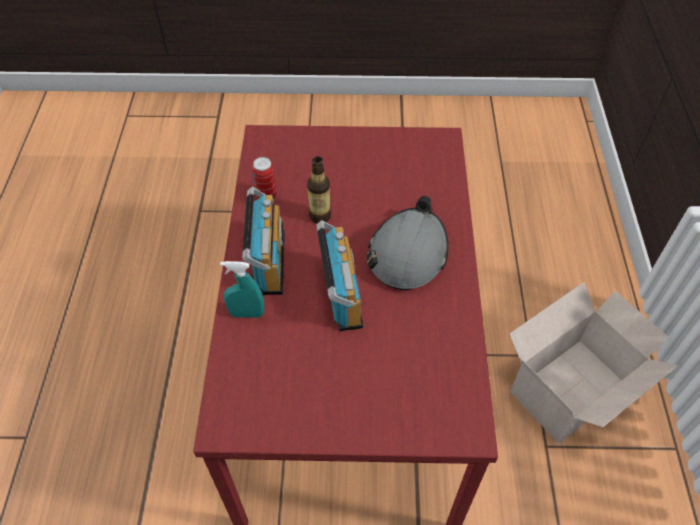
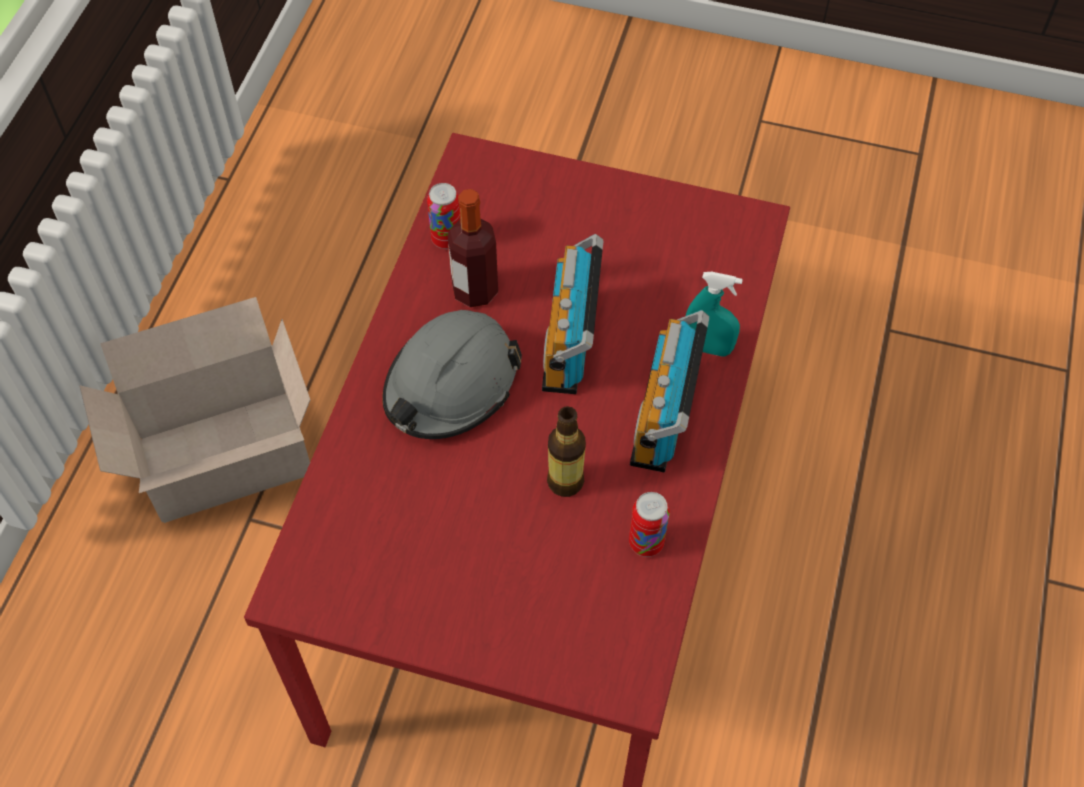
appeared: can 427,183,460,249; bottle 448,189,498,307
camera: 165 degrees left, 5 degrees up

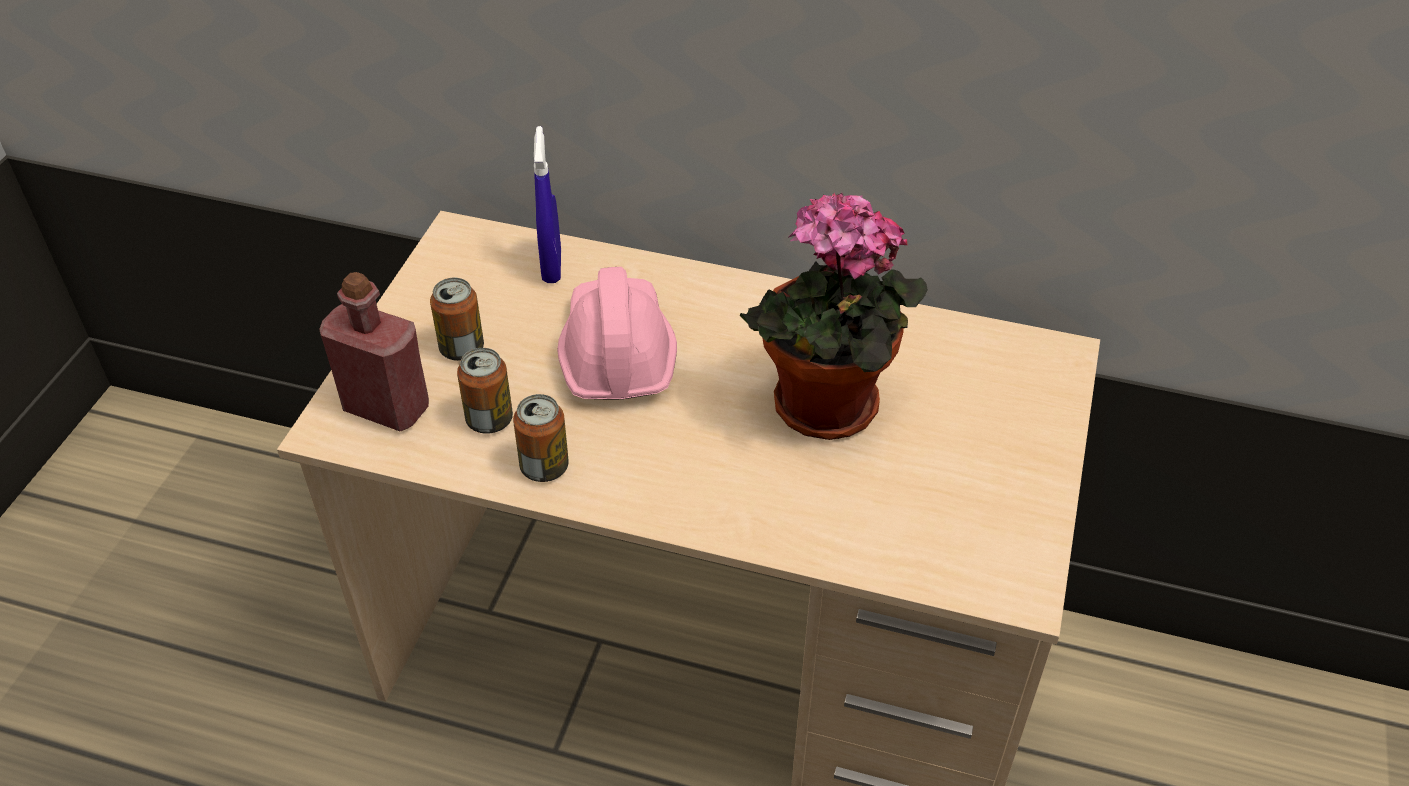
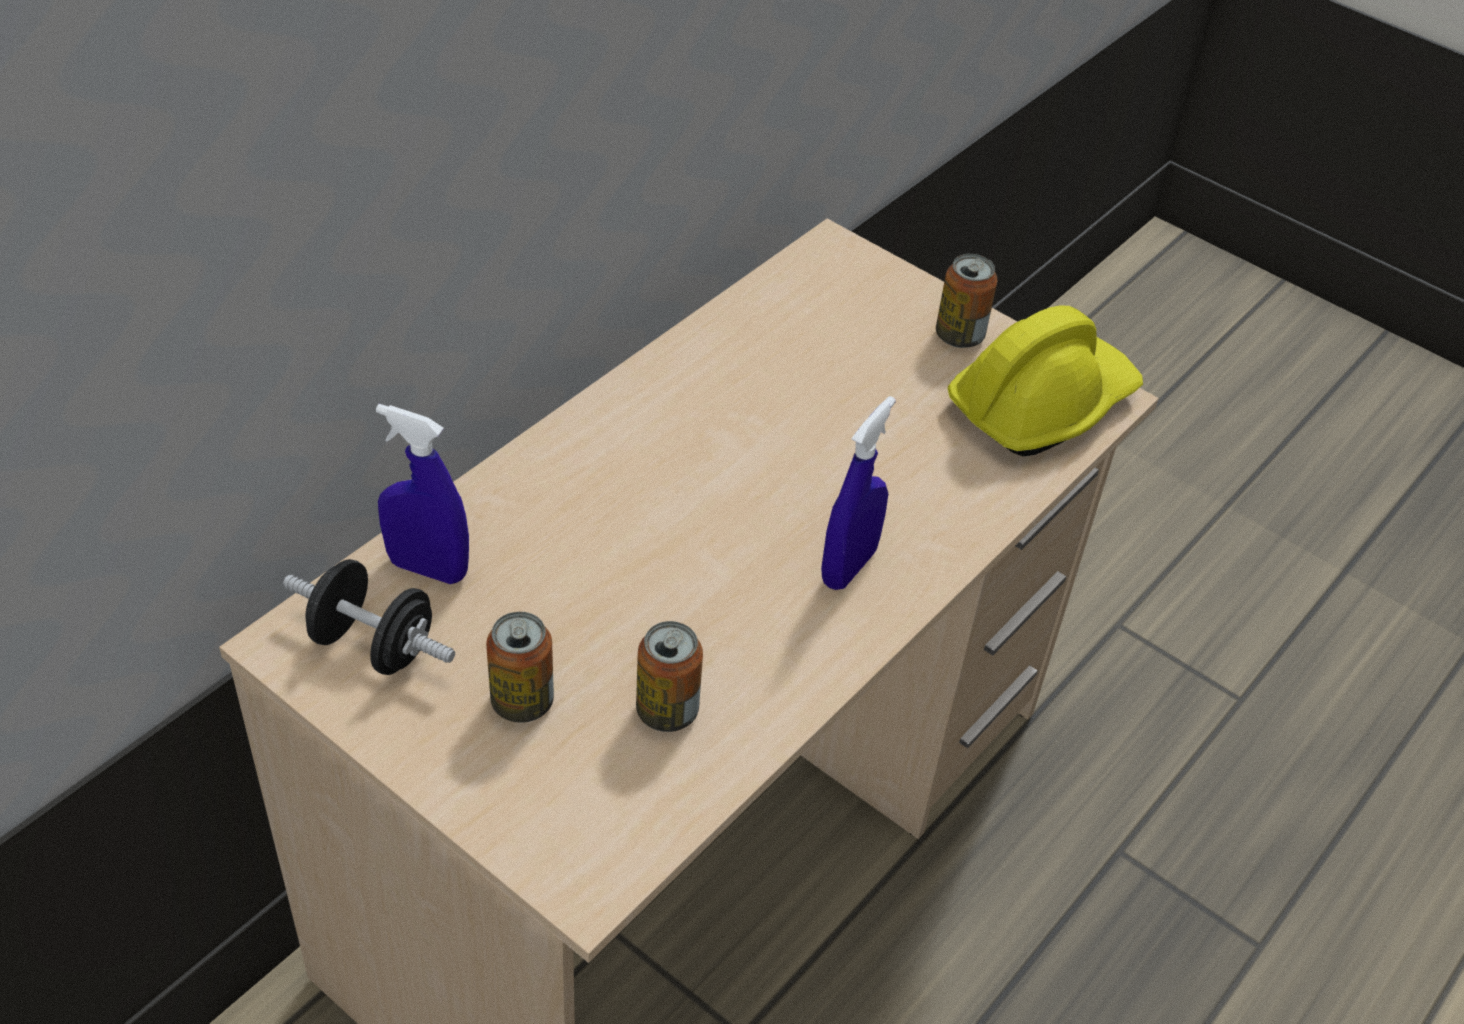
missing: red-coloured bottle 319,272,429,431; pink-coloured work helmet 557,267,677,400; houseplant 740,193,928,440
appeared: black free weight 283,559,455,675; blue-coloured spray bottle 821,396,896,590; yellow work helmet 948,305,1143,457
relocated: can 513,394,569,482 to 936,254,997,348
camera: 70 degrees left, 0 degrees up

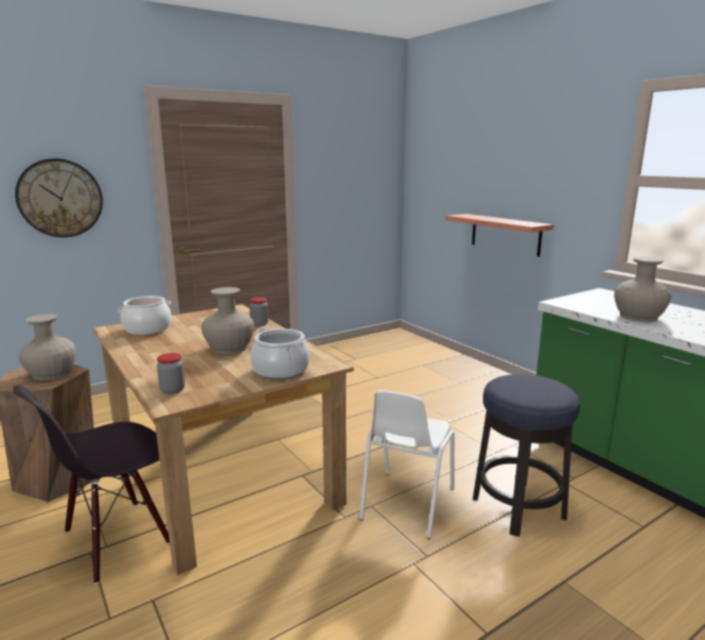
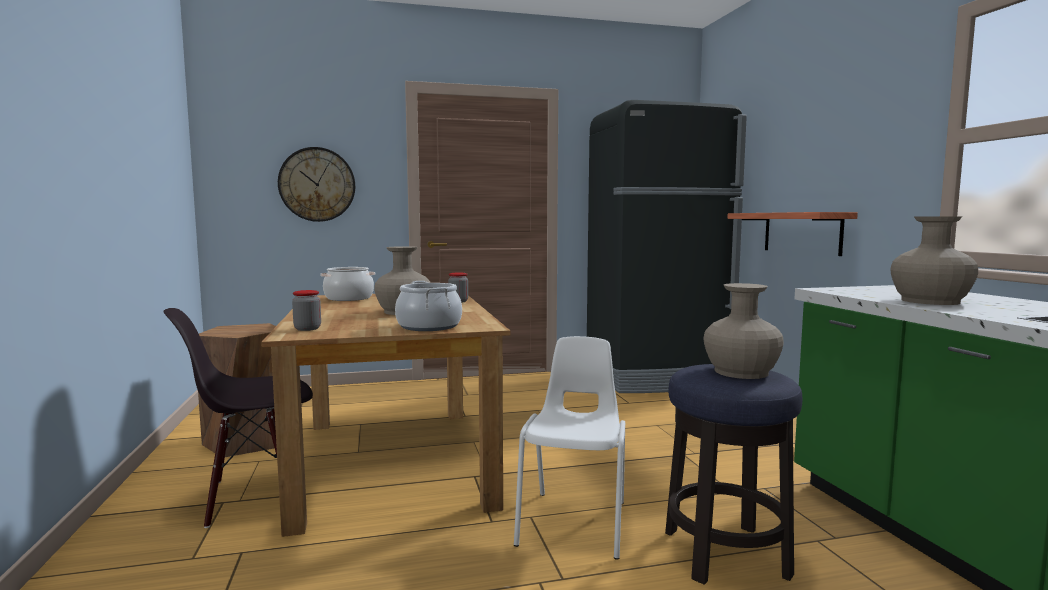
appeared: black kitchen fridge 587,100,747,393
relocated: beige vase 19,314,76,380 to 703,283,784,379
spun: whitish chair 359,390,454,539 = 514,336,625,560 150 degrees clockwise
camera: 20 degrees right, 10 degrees down

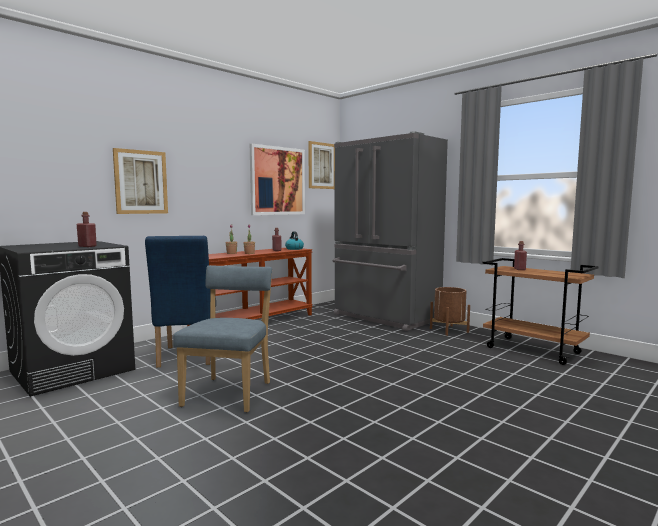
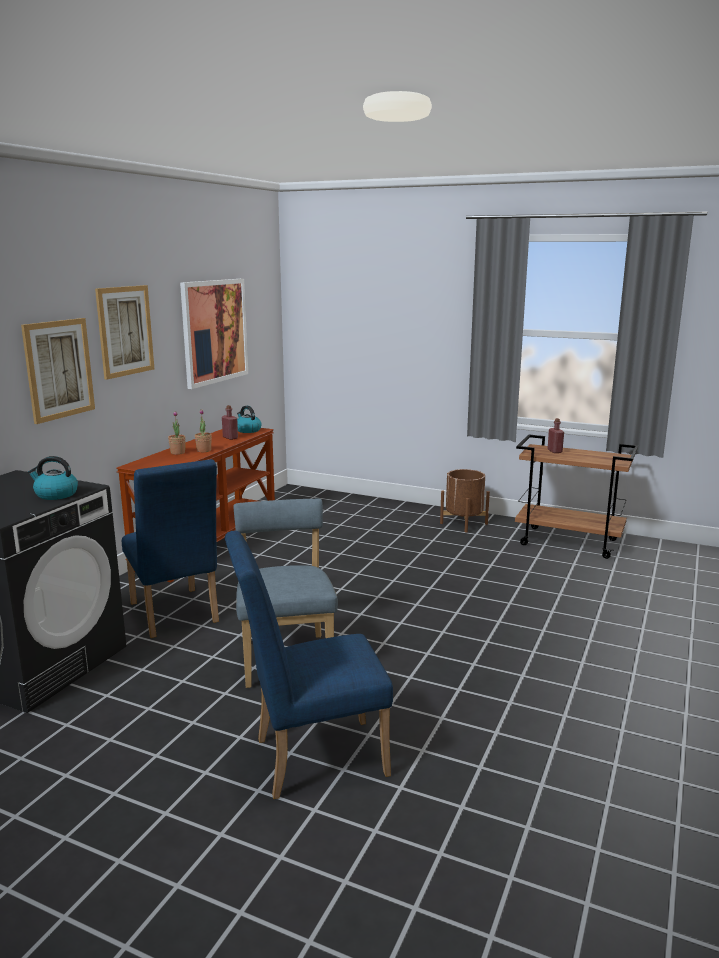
missing: gray kitchen fridge 333,131,448,331
appeared: blue-coloured chair 225,531,393,799
relocated: wall art 308,141,335,189 to 95,285,154,380
exchanged: red-coloured bottle 77,212,97,247 to water kettle 28,456,78,500
camera: 20 degrees left, 10 degrees up

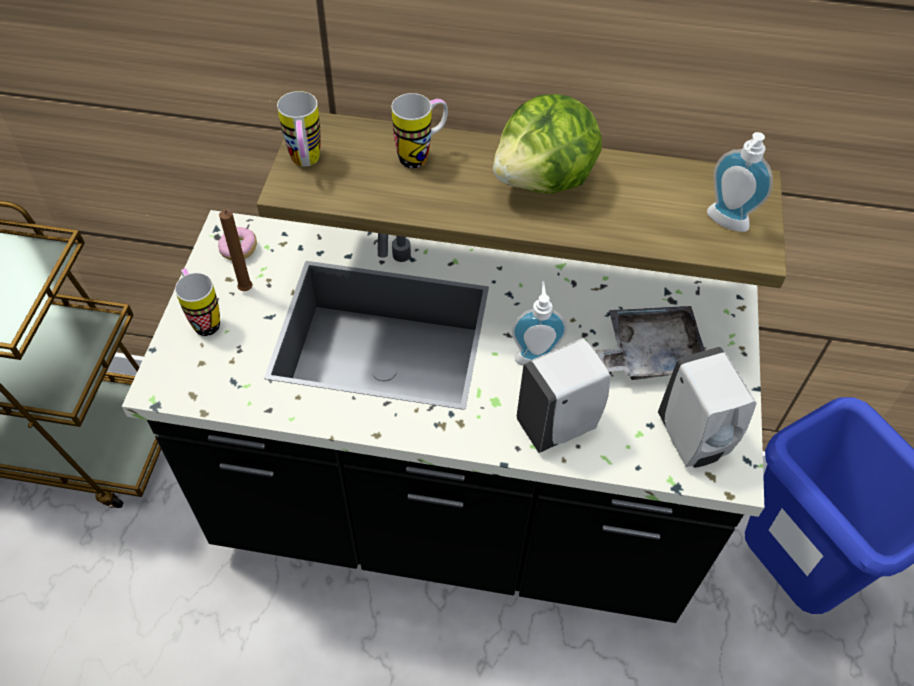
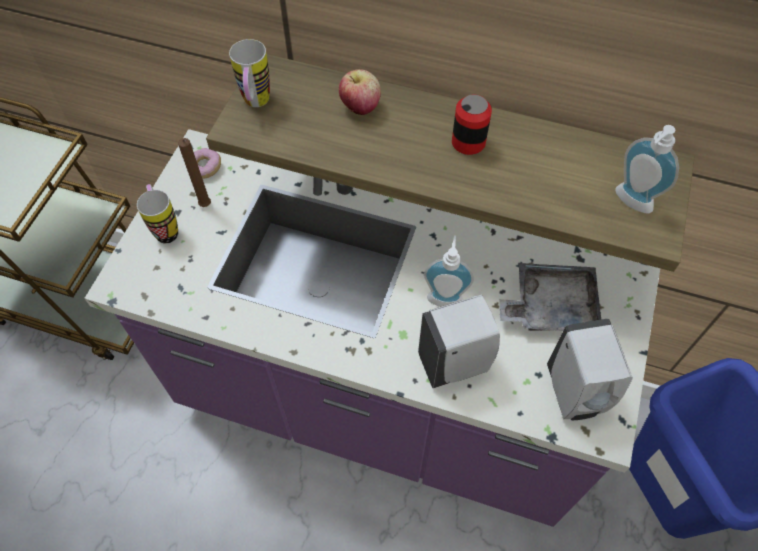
exchanged: tea mug 391,93,448,168 to apple fruit 339,69,381,115; lettuce 493,94,602,194 to can 452,94,492,155
colour: black kitchen base unit 122,210,764,623 to purple-coloured kitchen base unit 84,129,660,527
camera: 10 degrees right, 5 degrees up

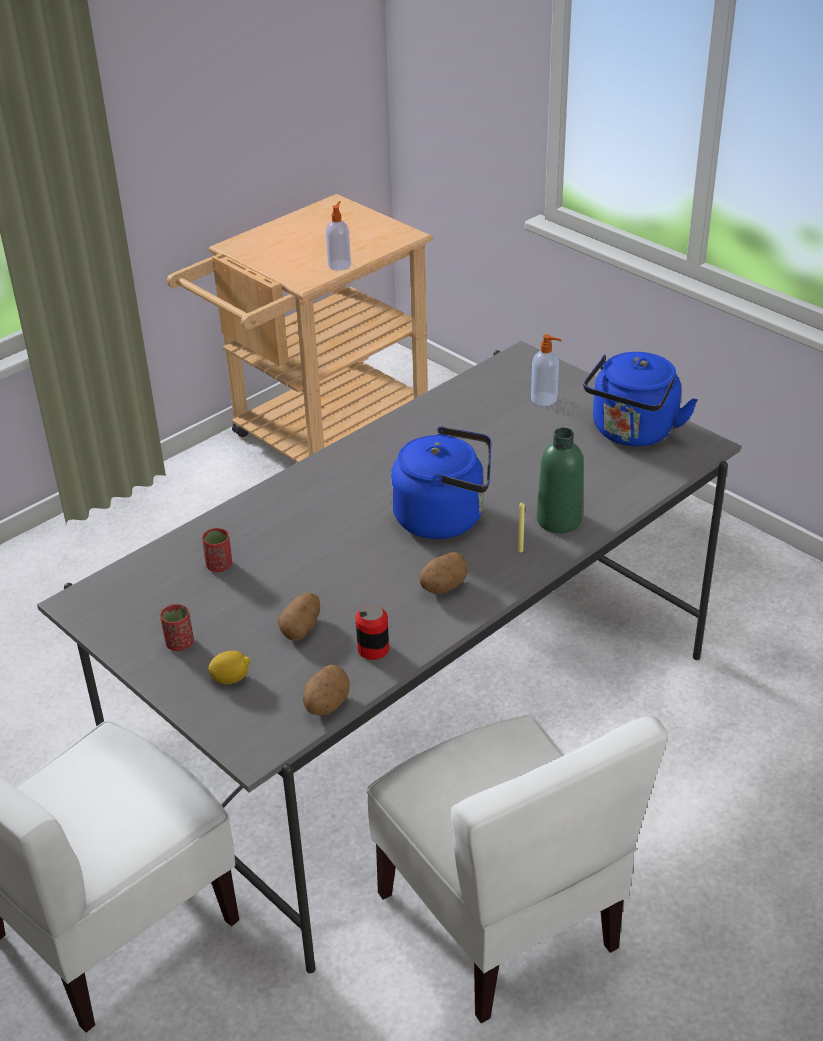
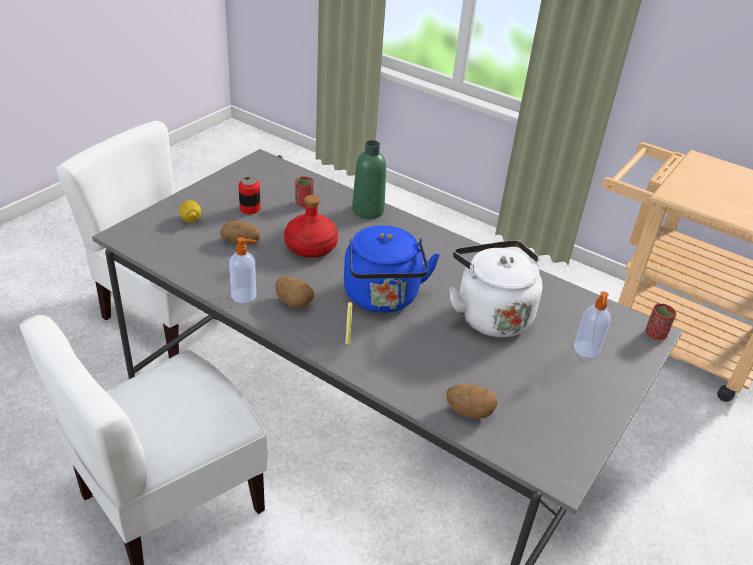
missing: blue-coloured water kettle 583,352,698,447
appeared: red-coloured bottle 284,195,338,258; whitish water kettle 449,240,542,337
relocated: red-coloured small cup 160,604,194,651 to 645,304,676,340; potato 303,665,350,716 to 446,384,498,418; liquid soap bottle 326,201,351,271 to 229,237,257,303; can 356,605,389,660 to 239,177,260,214; green-coloured bottle 537,428,584,533 to 352,140,386,219
camera: 75 degrees right, 0 degrees up

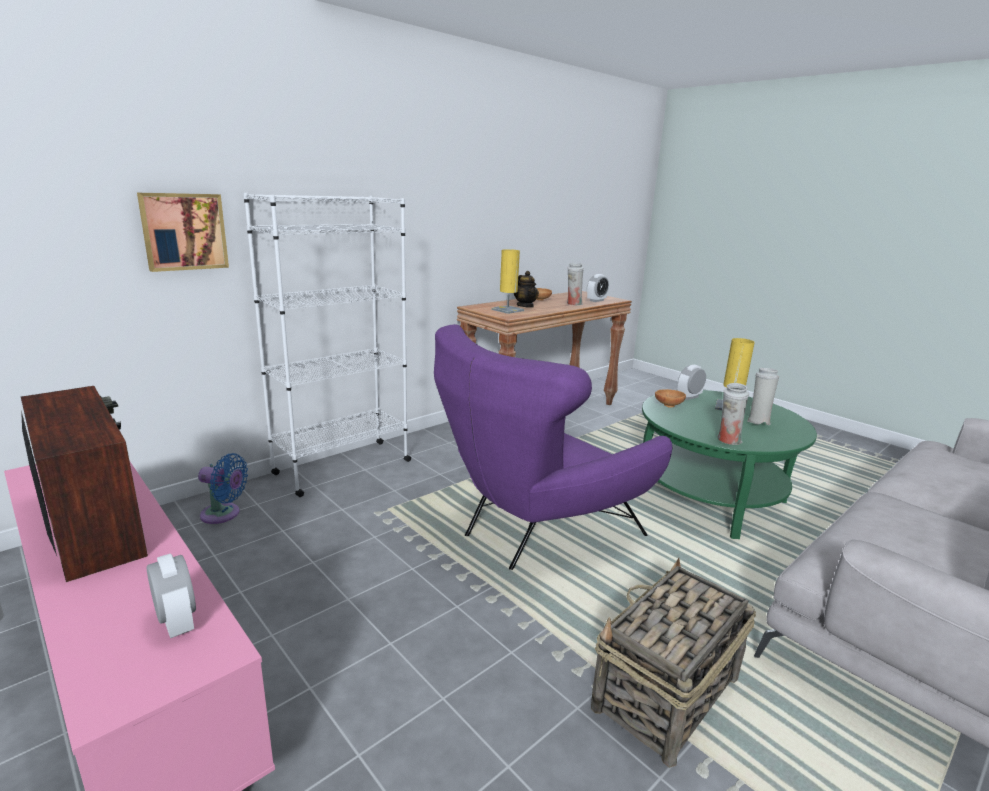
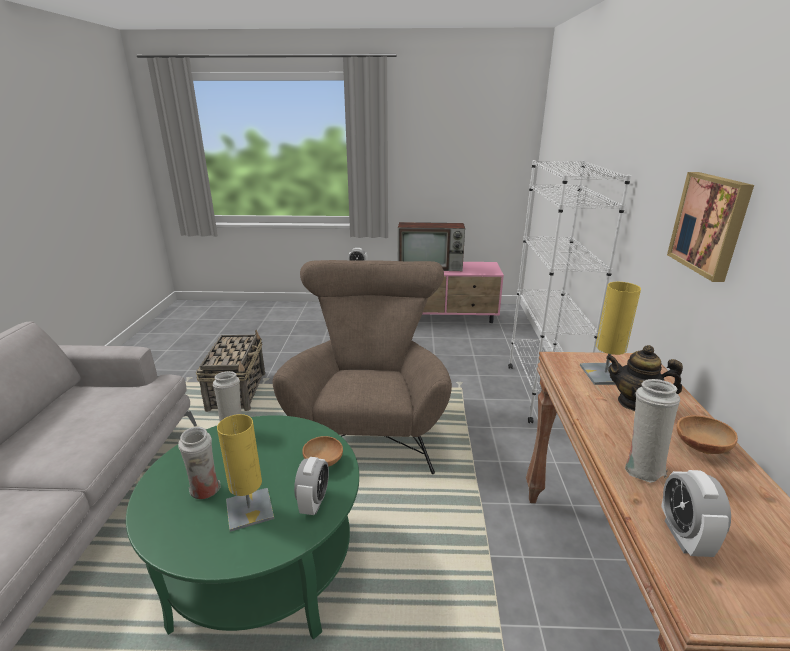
missing: blue-coloured electric fan 198,453,248,524
relocated: wall art 137,193,229,272 to 667,172,754,282
colour: purple-coloured lounge chair 434,324,673,570 to brownish lounge chair 272,260,452,474
camera: 135 degrees right, 5 degrees up

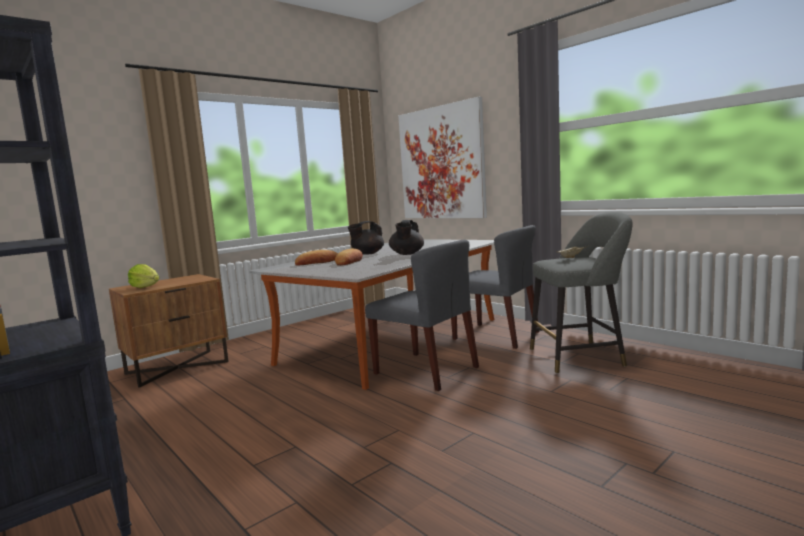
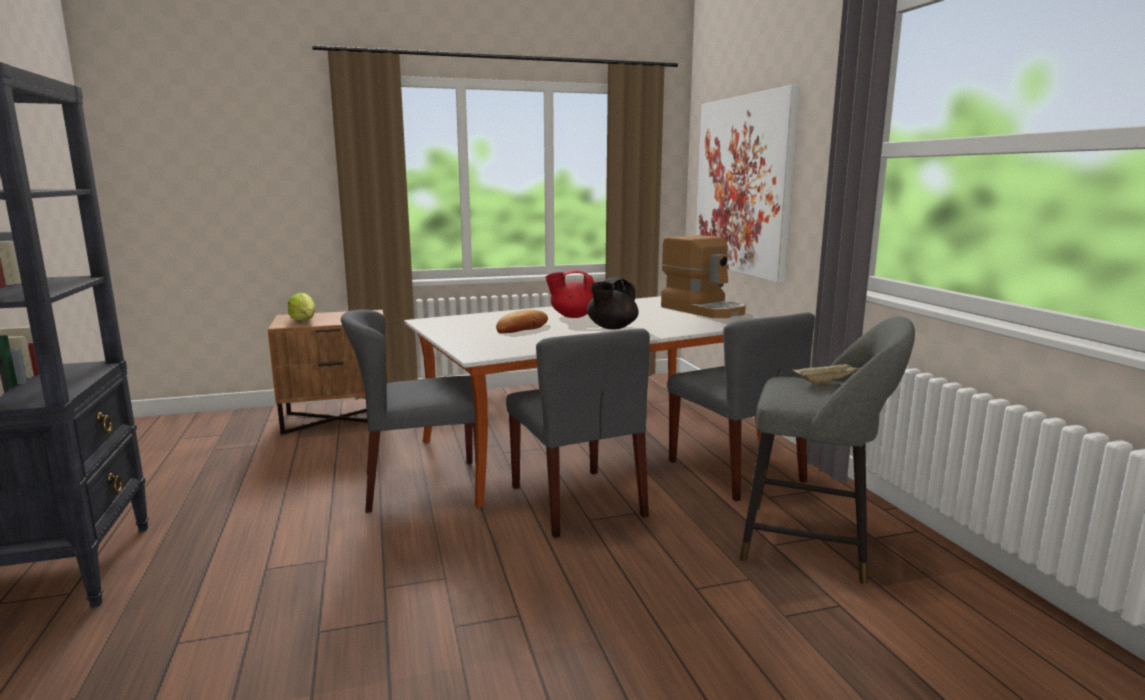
missing: bakery bread 295,250,338,266
appeared: gray chair 341,310,476,513; coffee maker 661,235,746,318
colour: black pot for tea 348,221,384,255 to red-coloured pot for tea 545,270,595,318
camera: 25 degrees right, 5 degrees up

